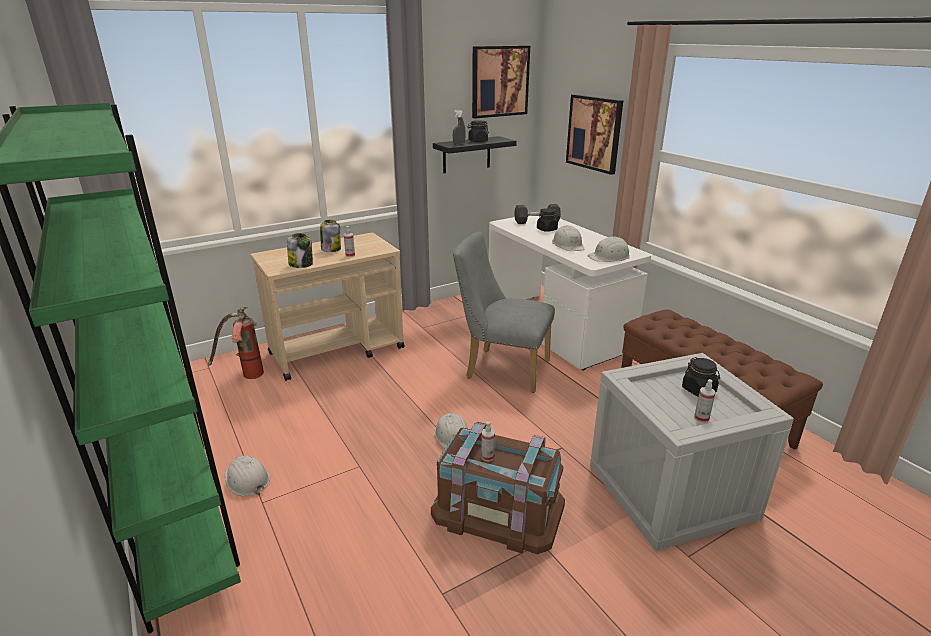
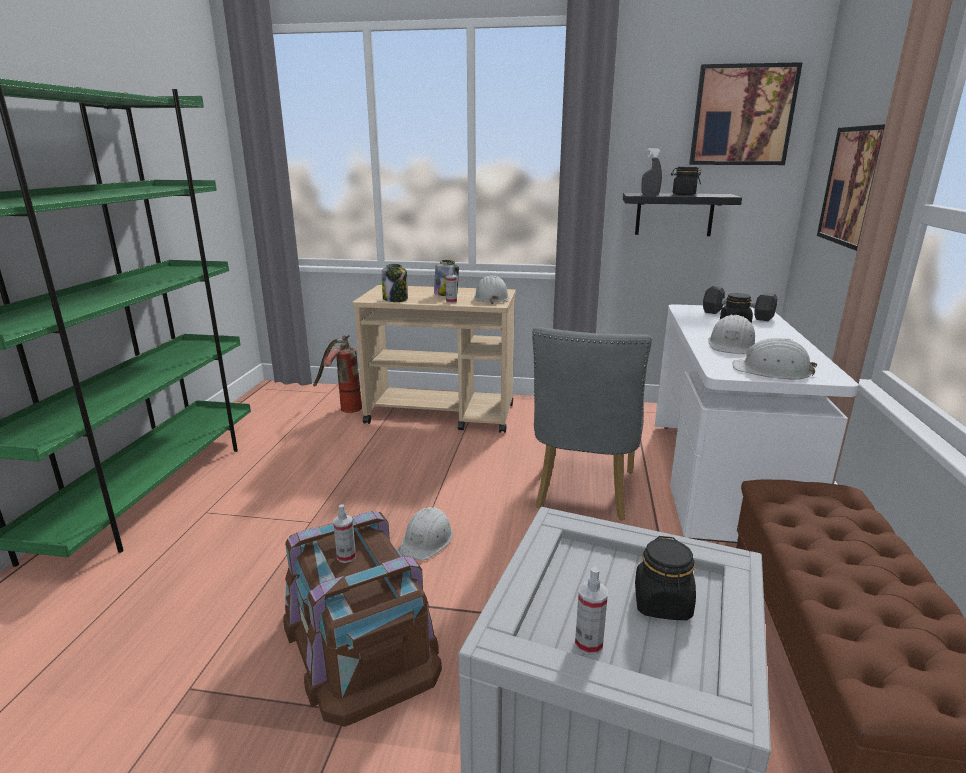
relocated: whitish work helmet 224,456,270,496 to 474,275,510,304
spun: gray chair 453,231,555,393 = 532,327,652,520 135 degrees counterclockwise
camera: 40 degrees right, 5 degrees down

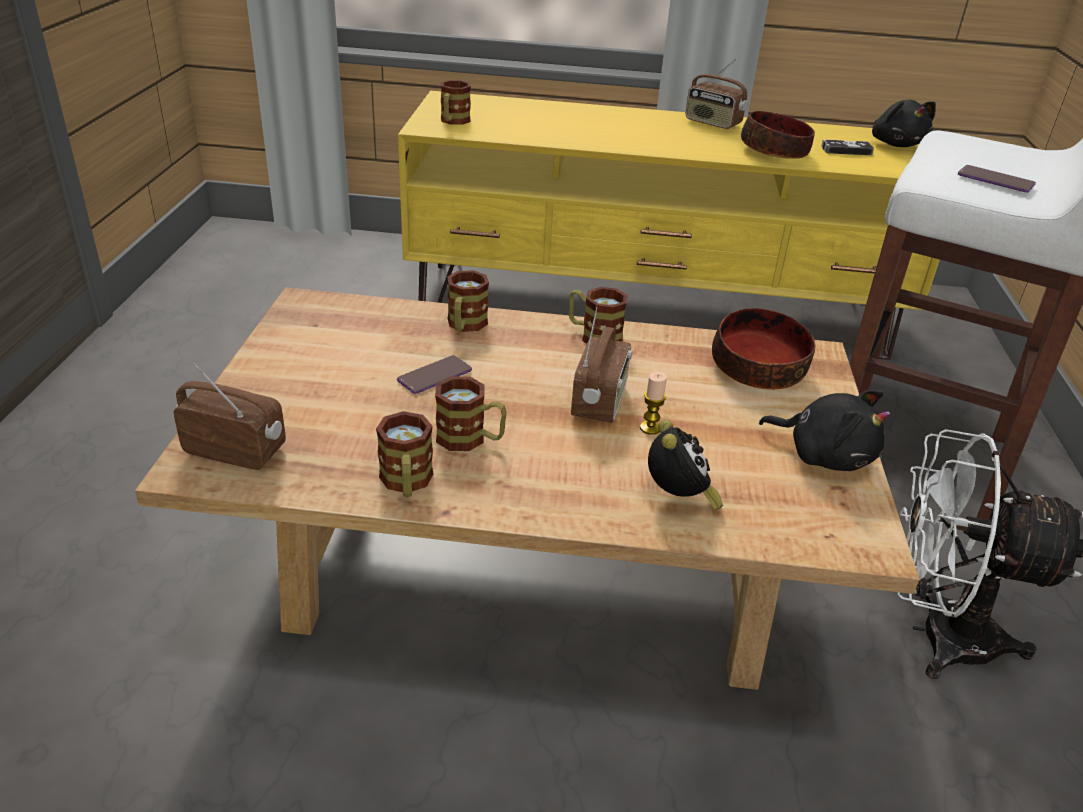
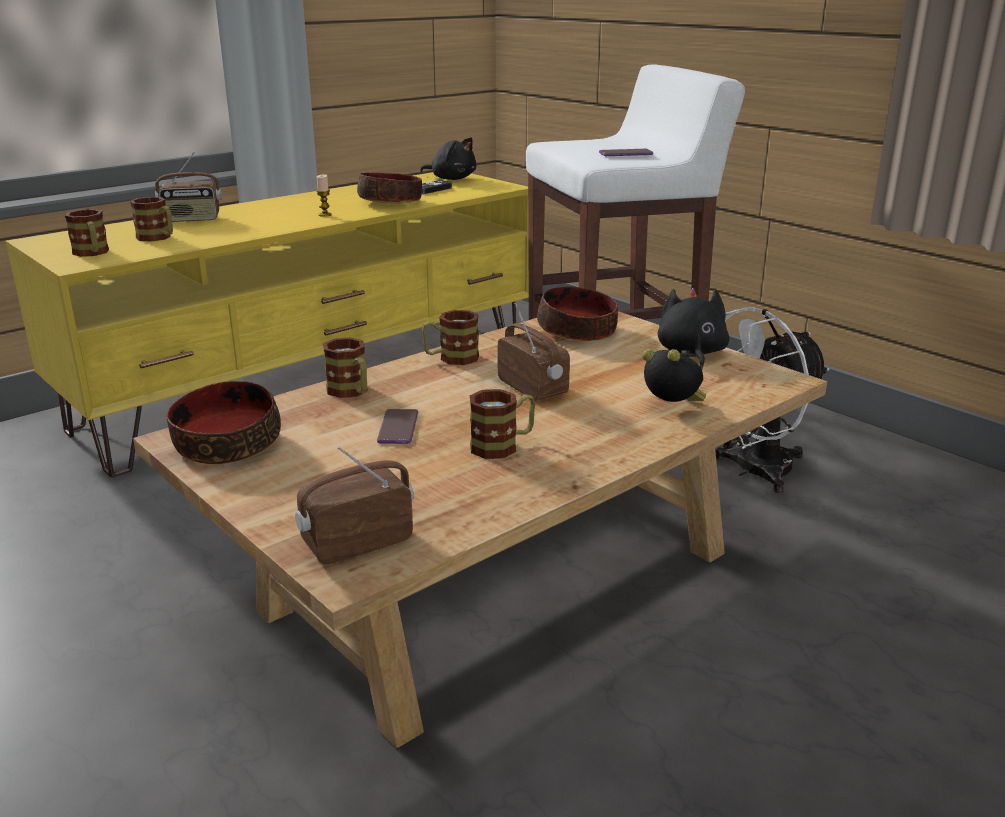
appeared: deep dish 167,381,281,464
relocated: tea mug 376,411,433,497 to 130,197,173,242; wax candle 640,371,667,435 to 316,174,332,217; radio set 686,58,748,129 to 155,152,222,223
spun: black soft toy 759,390,890,471 = 658,288,729,369 75 degrees counterclockwise
camera: 45 degrees left, 10 degrees down

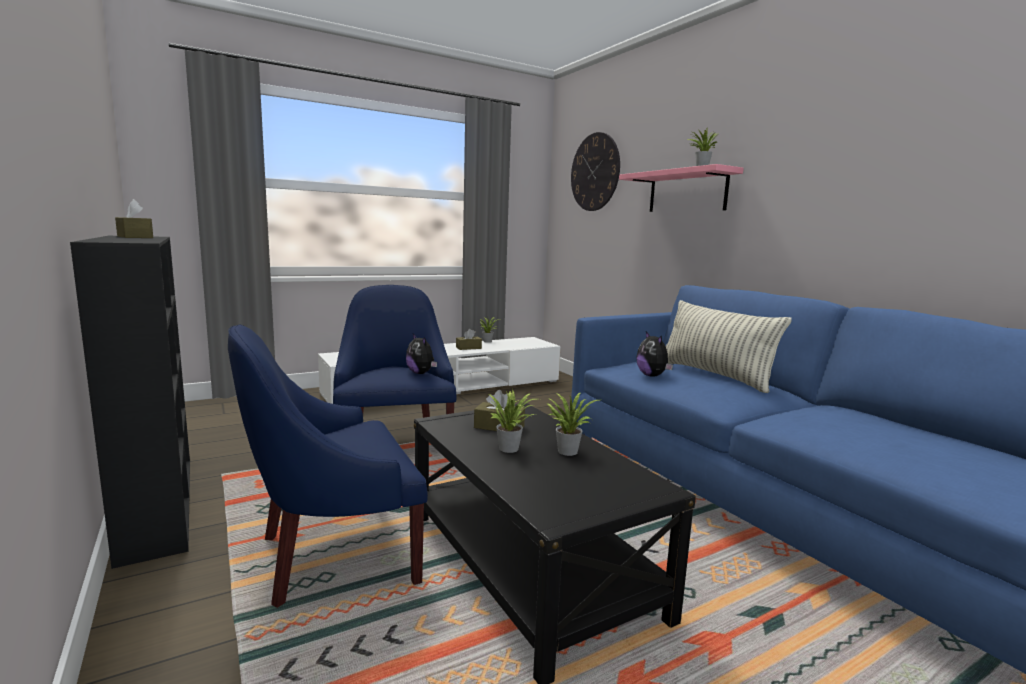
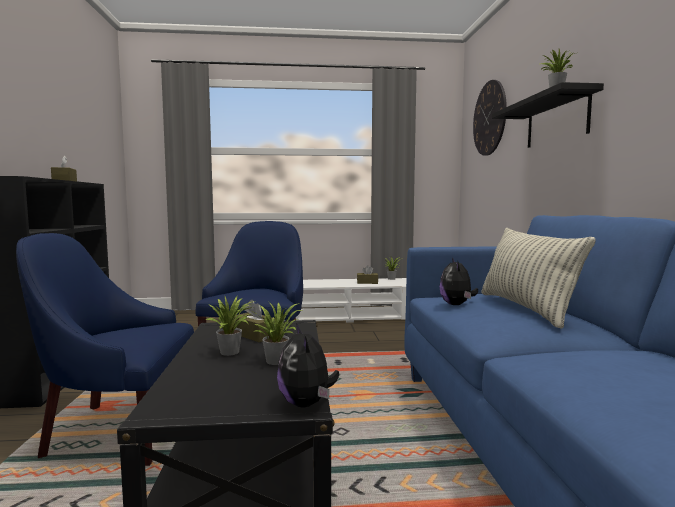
relocated: soft toy 406,334,437,374 to 277,323,339,407
colour: pink-coloured bracket shelf 619,164,744,212 to black bracket shelf 492,82,604,148
camera: 25 degrees right, 5 degrees down

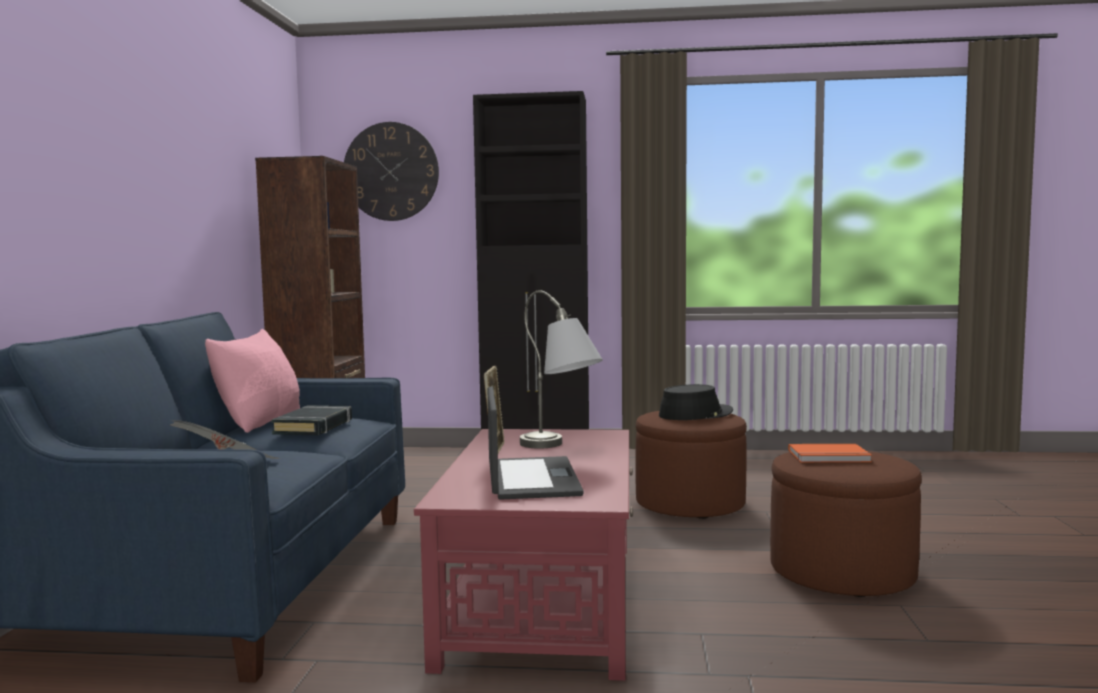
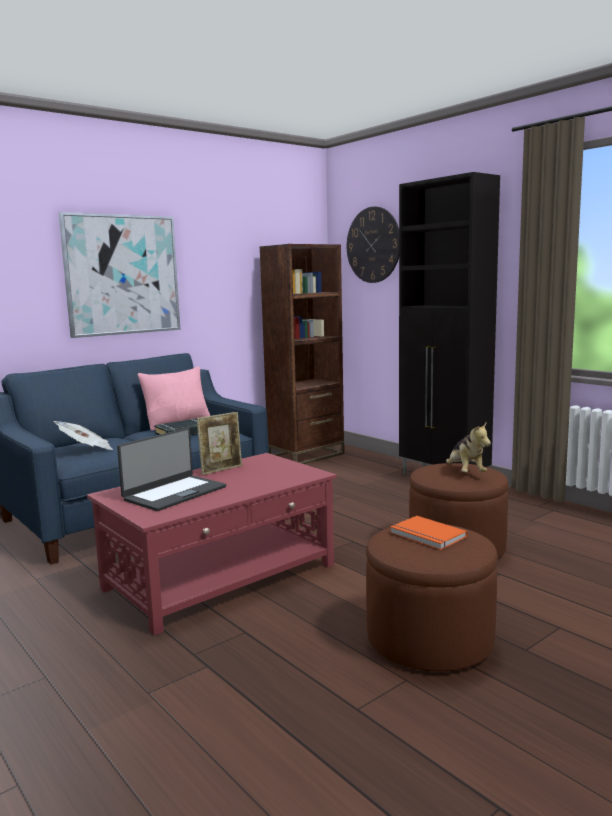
missing: gray table lamp 520,290,603,449
appeared: wall art 59,212,180,338
exchanged: black clothing hat 659,384,733,420 to soft toy 446,423,491,472
camera: 45 degrees right, 5 degrees up

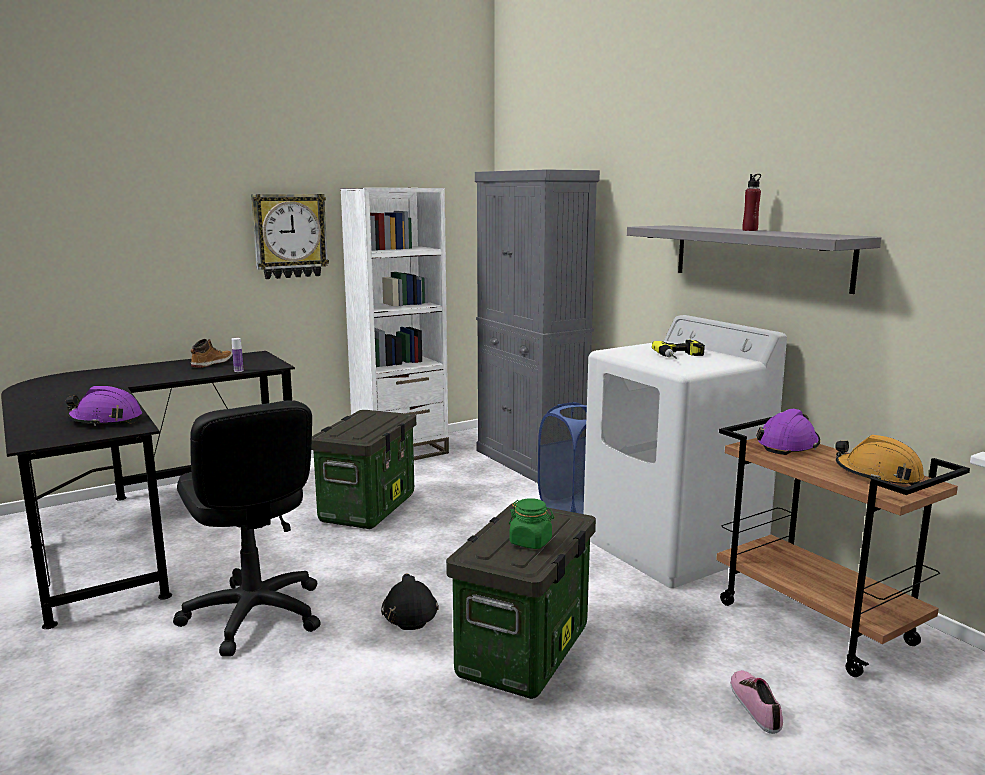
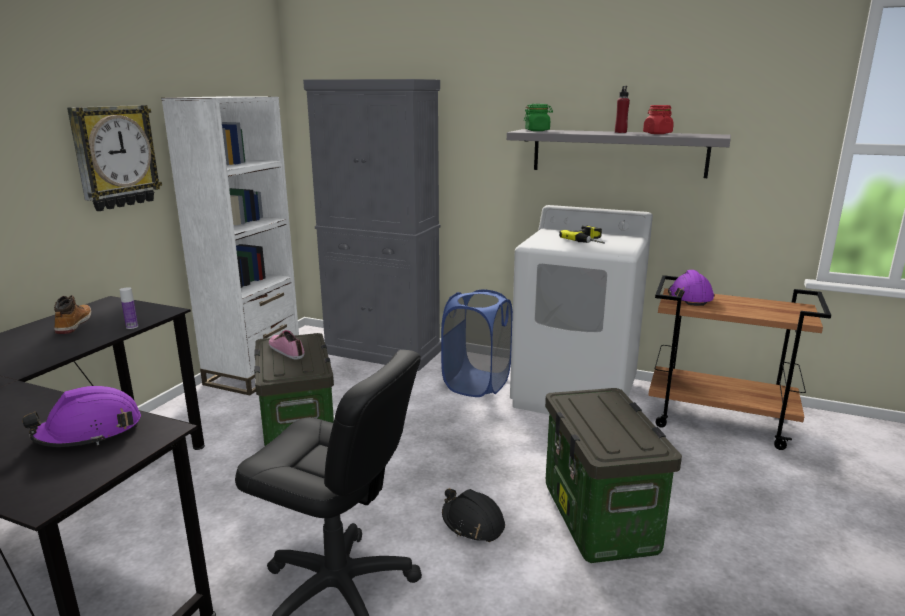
missing: orange-coloured work helmet 835,435,924,485
appeared: red-coloured storage jar 643,105,674,134
relocated: green-coloured storage jar 509,498,554,549 to 524,104,553,131; shoe 731,670,783,734 to 269,330,305,360
camera: 35 degrees left, 5 degrees up

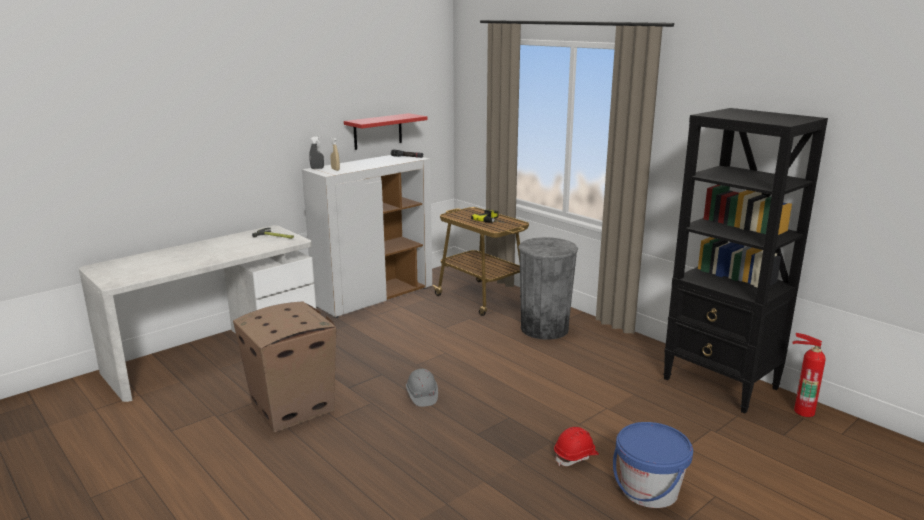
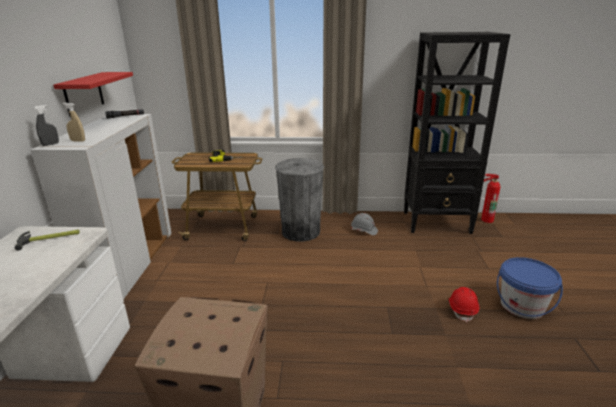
relocated: gray work helmet 406,369,438,407 to 351,213,378,235
camera: 45 degrees left, 5 degrees up

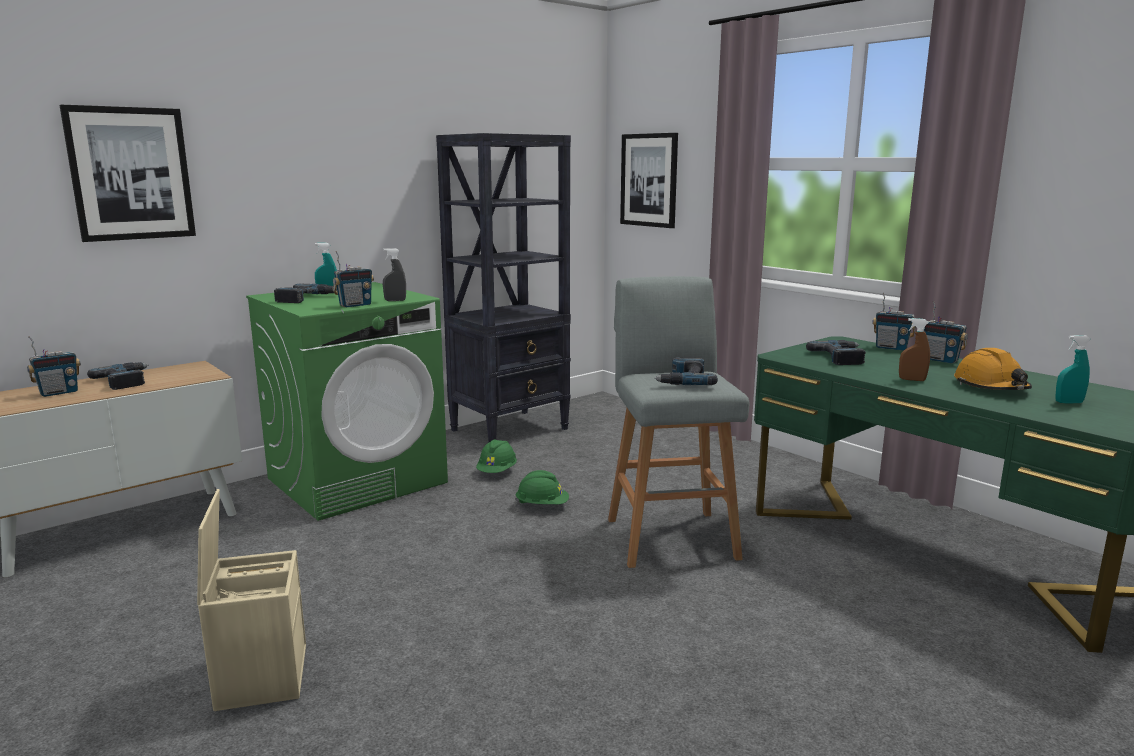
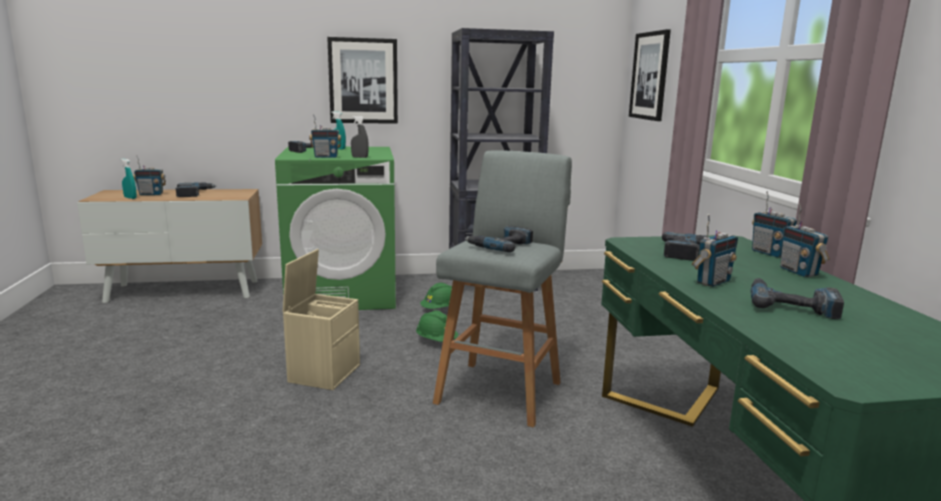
relocated: wall art 60,105,196,242 to 327,37,398,124; beige storage bin 197,489,306,711 to 283,249,360,390; turquoise-coloured spray bottle 1055,335,1091,403 to 121,159,137,199
exchanged: brownish spray bottle 899,318,930,381 to radio set 692,214,738,287; orange-coloured work helmet 954,348,1032,390 to drill 750,278,844,319
camera: 30 degrees right, 0 degrees up

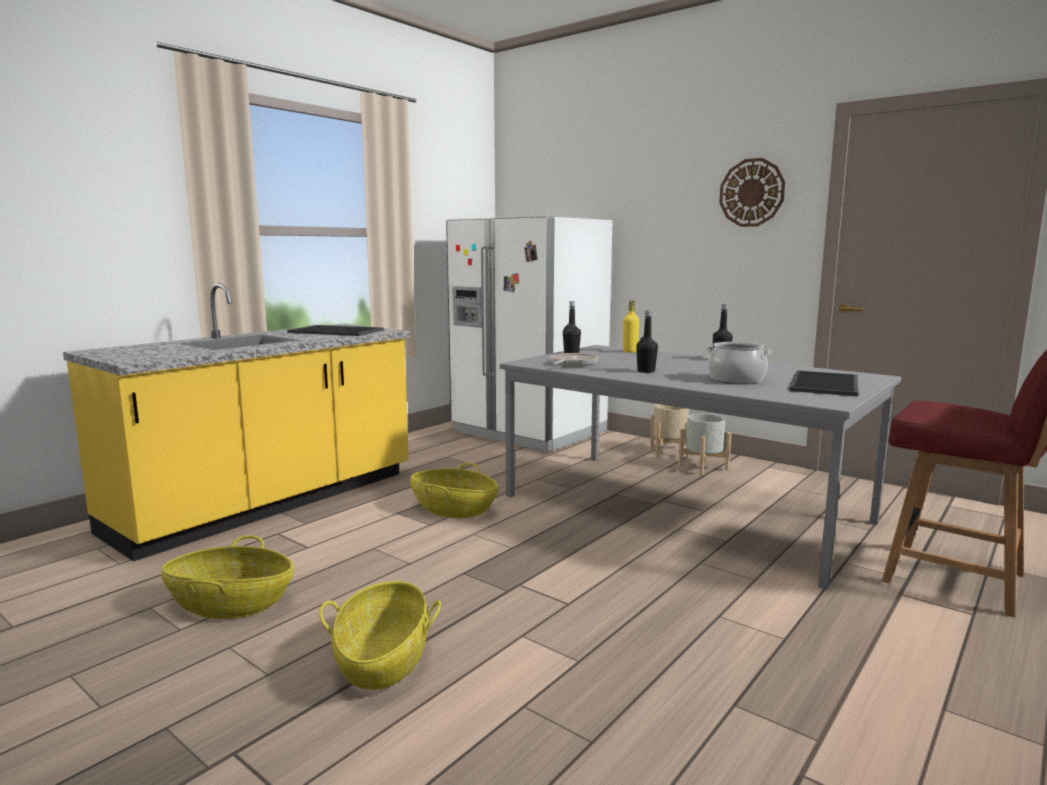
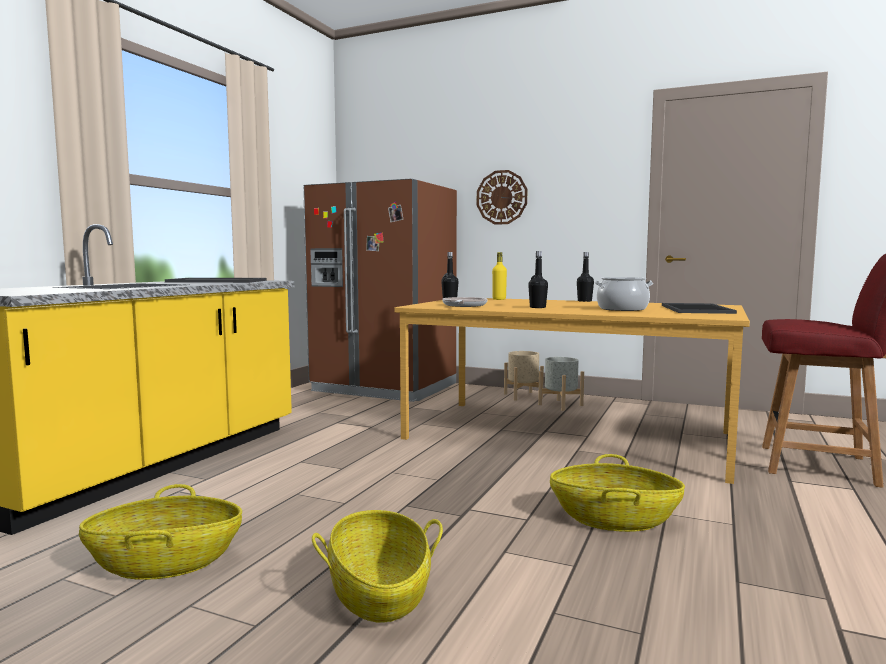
relocated: storage basket 410,463,498,518 to 550,454,685,532; hanging clock 719,158,785,227 to 477,170,527,225
colour: whitish kitchen fridge 446,216,613,451 to brownish kitchen fridge 303,179,457,402; gray dining table 500,345,901,590 to orange-coloured dining table 394,298,750,484
camera: 15 degrees left, 5 degrees down

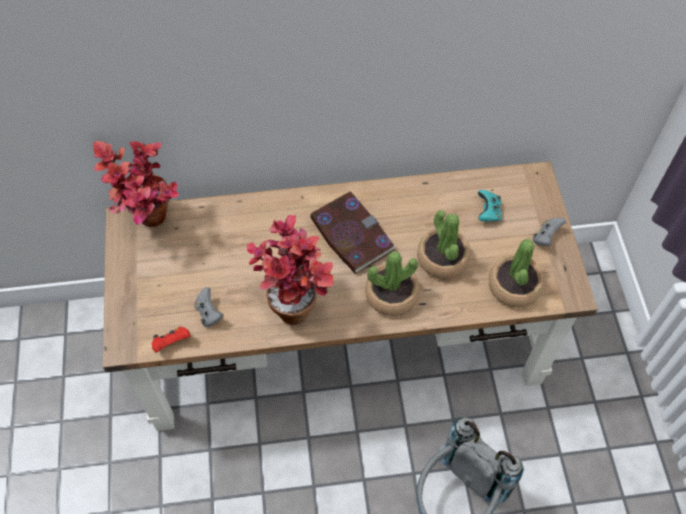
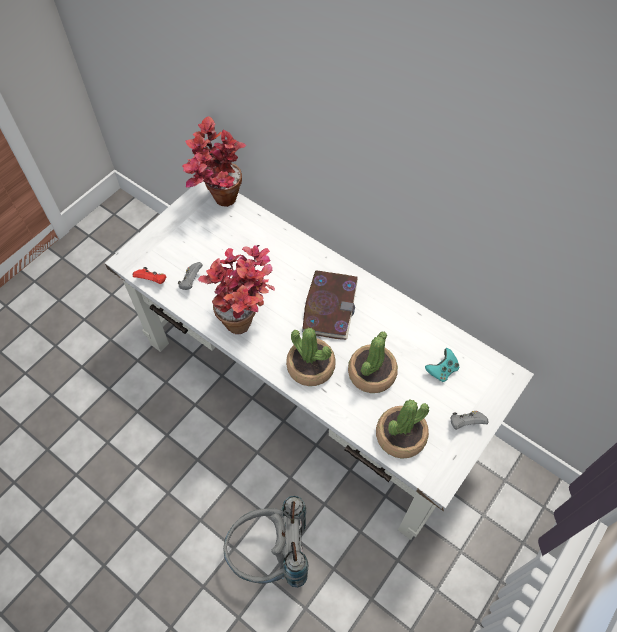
colour: brownish desk 103,161,598,431 to whitish desk 105,181,534,540
camera: 45 degrees right, 0 degrees up

